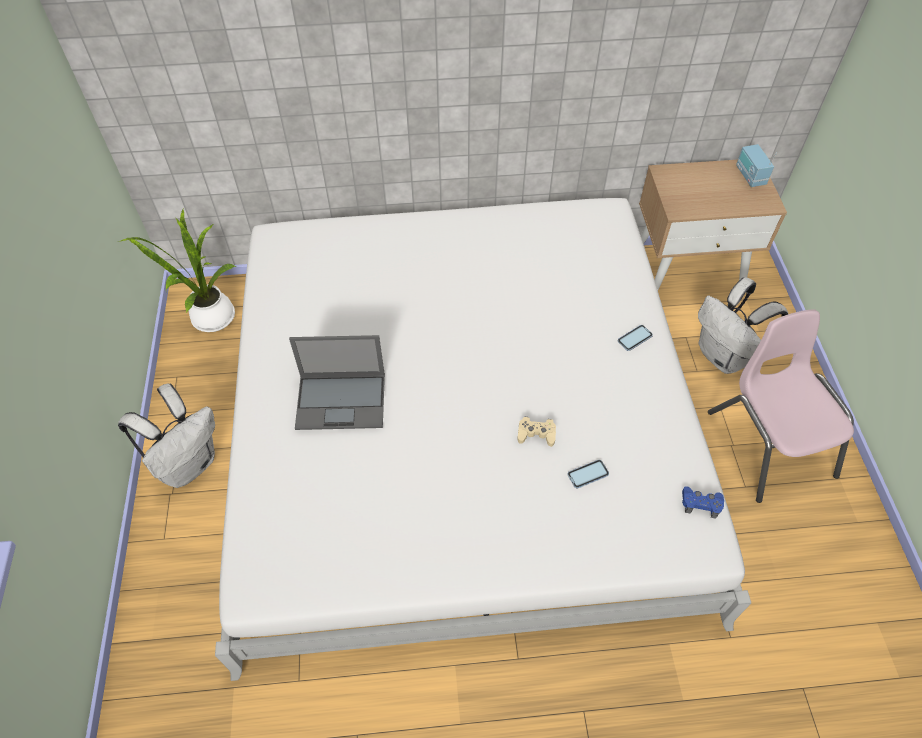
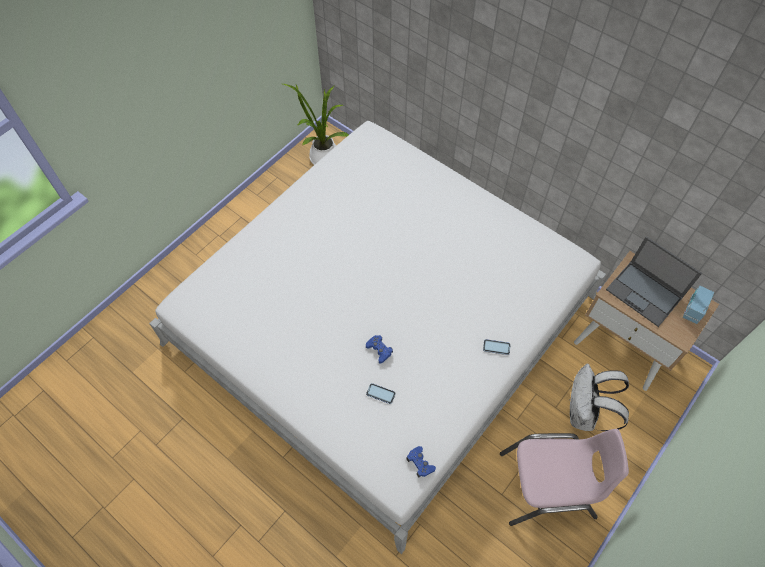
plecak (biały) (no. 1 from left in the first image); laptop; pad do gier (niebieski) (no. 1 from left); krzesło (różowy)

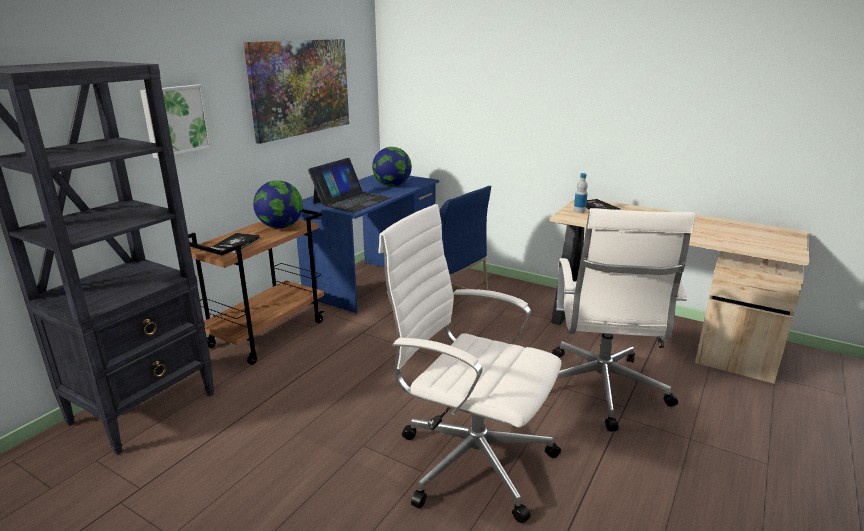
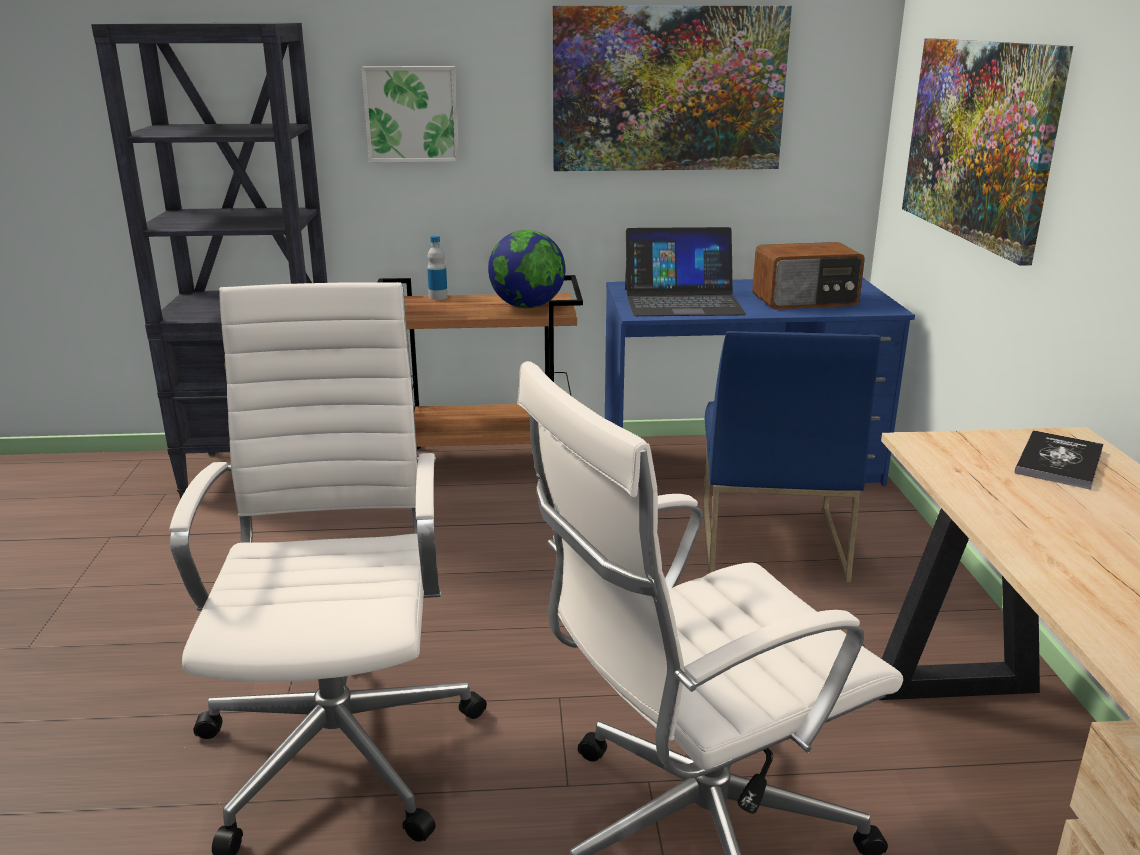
książka (no. 1 from left in the first image); obraz (no. 3 from left); butelka; radio

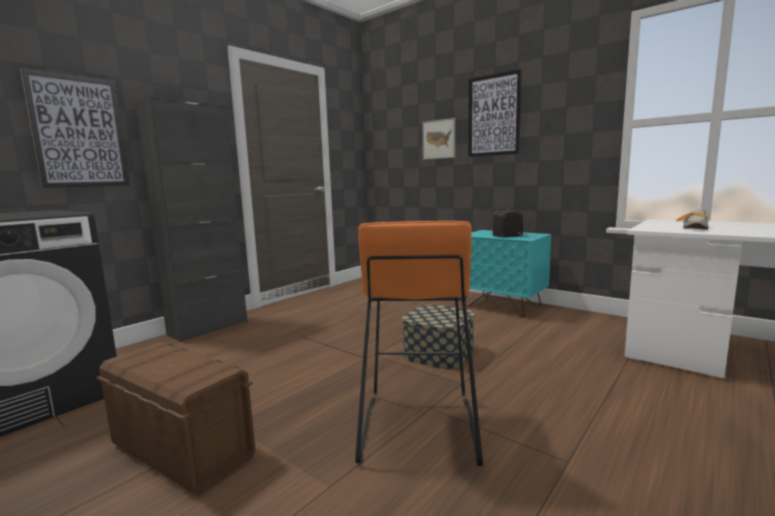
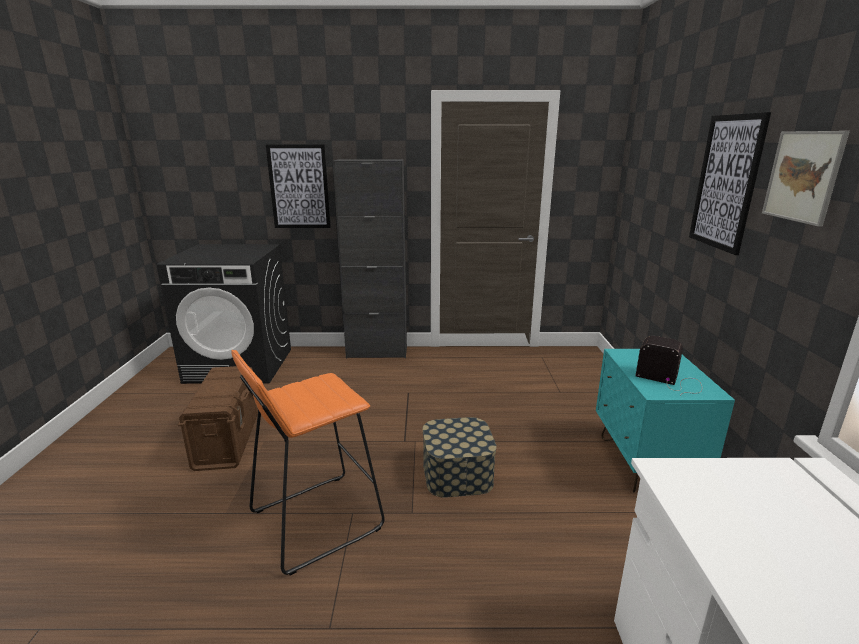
but; obraz (no. 3 from left)

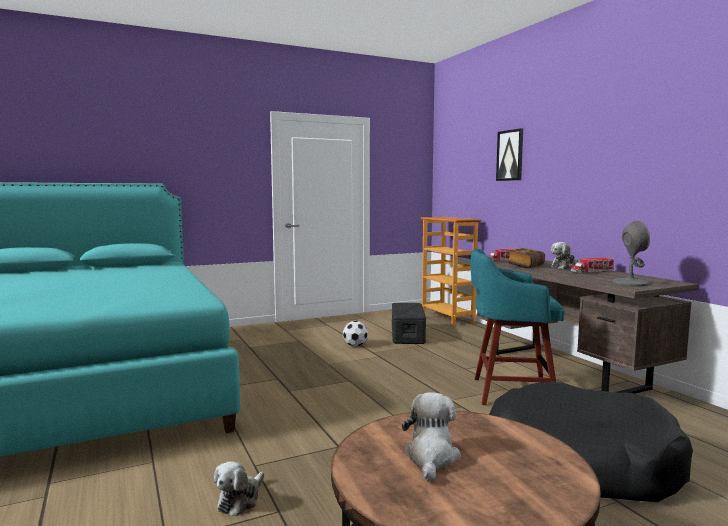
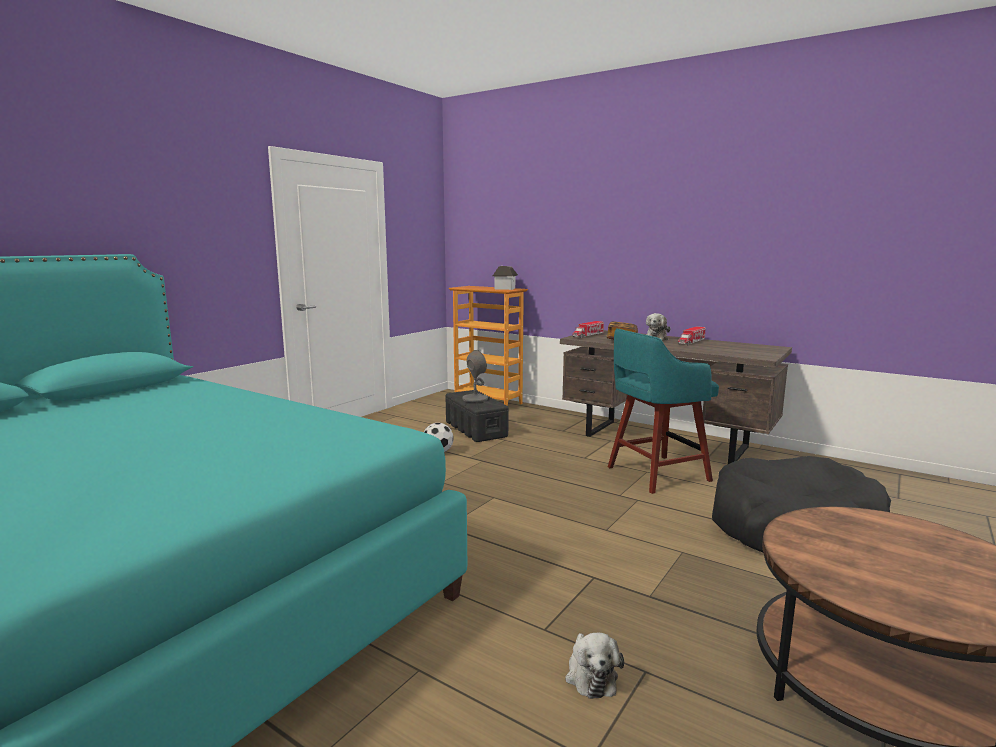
pluszak (no. 2 from left in the first image); obraz; domek; lampa stołowa (szary)

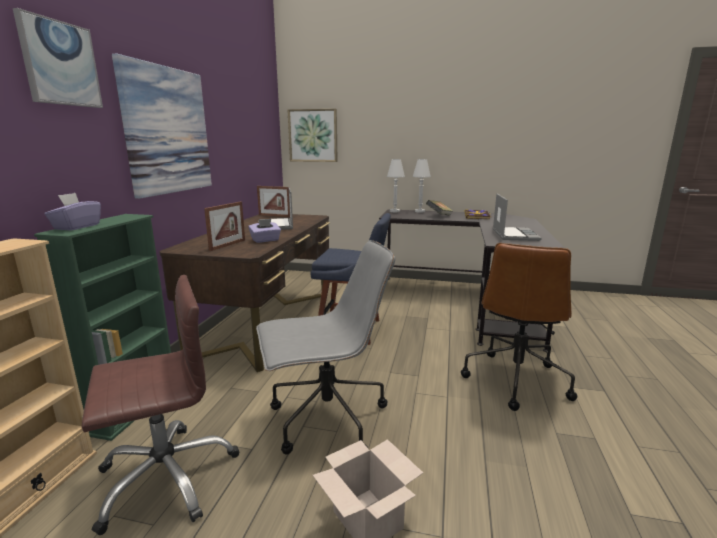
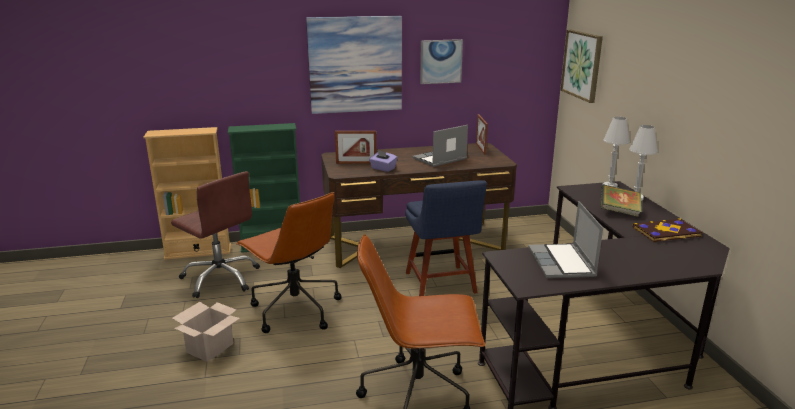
pudełko chusteczek (fioletowy) (no. 1 from left in the first image); obraz (no. 2 from left); krzesło biurowe (brązowy) (no. 2 from left); laptop (no. 2 from left)

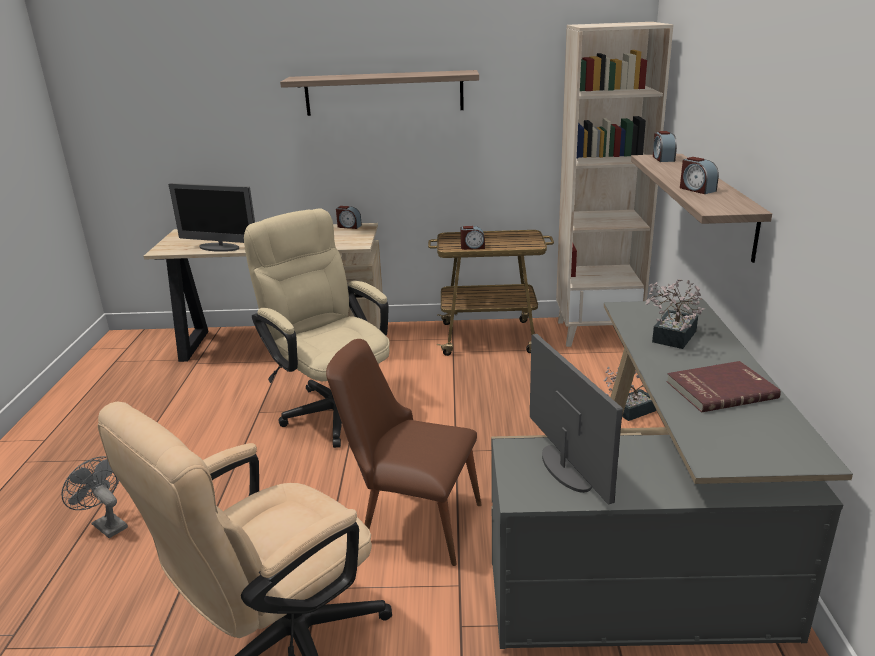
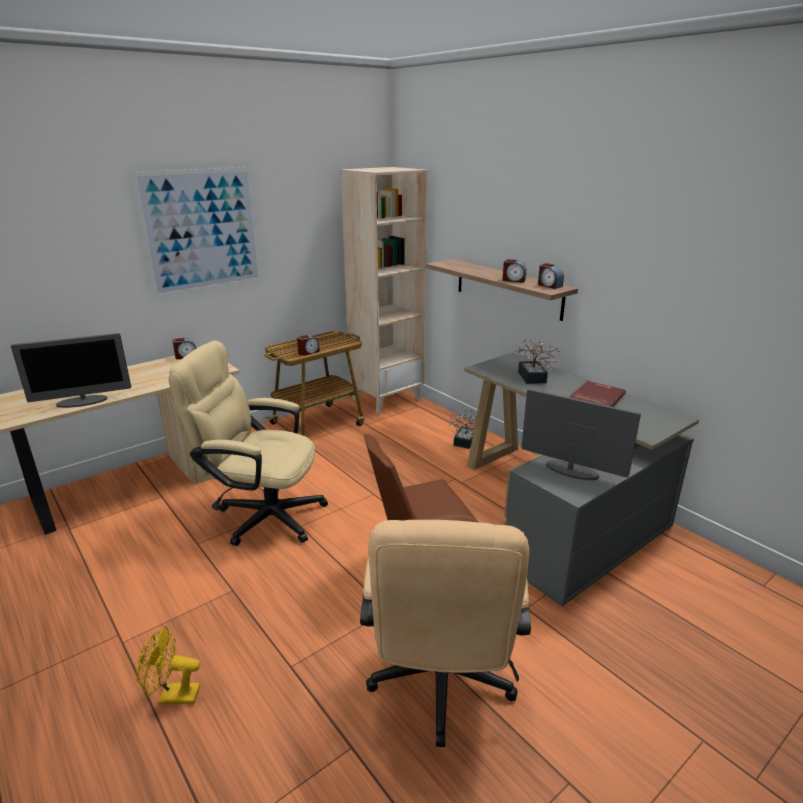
budzik (no. 4 from left); obraz; wentylator (żółty)

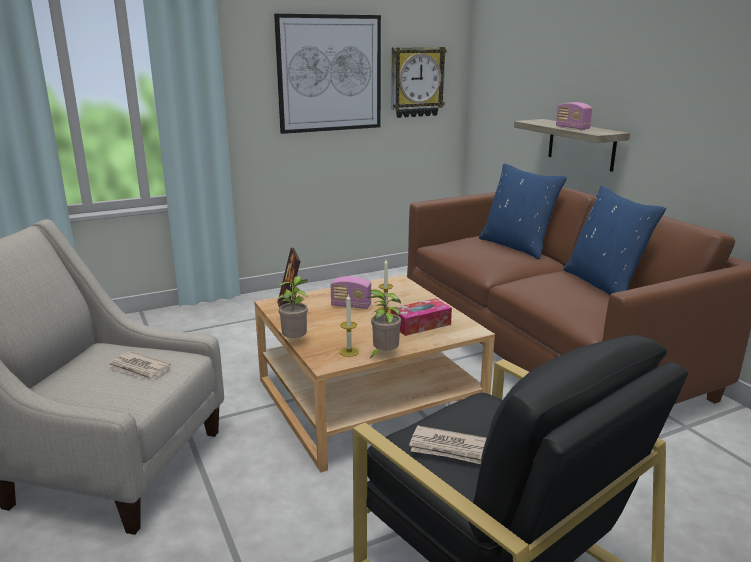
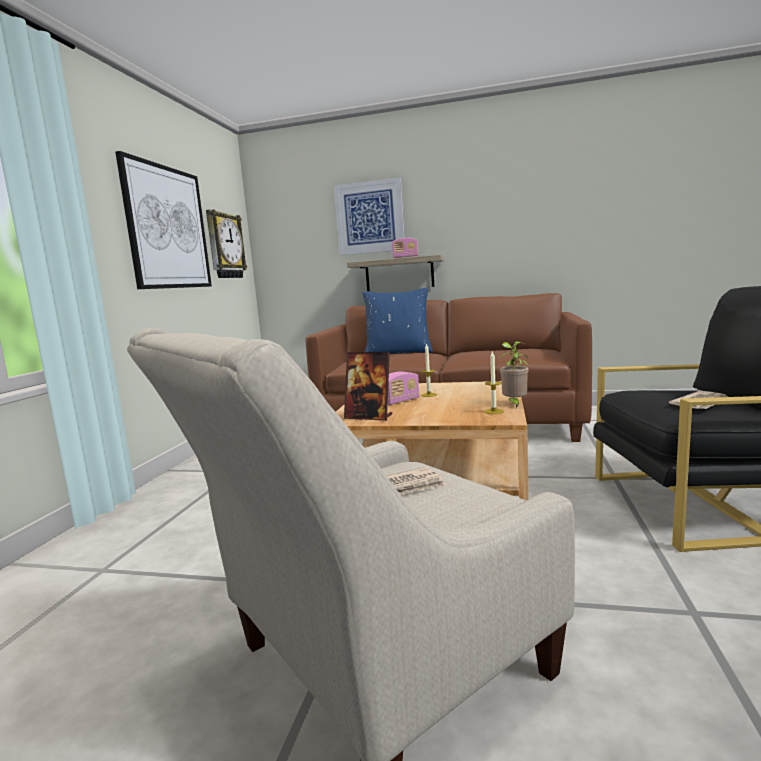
roślina doniczkowa (no. 1 from left in the first image); pudełko chusteczek; poduszka (niebieski) (no. 2 from left in the first image); obraz (no. 2 from left)

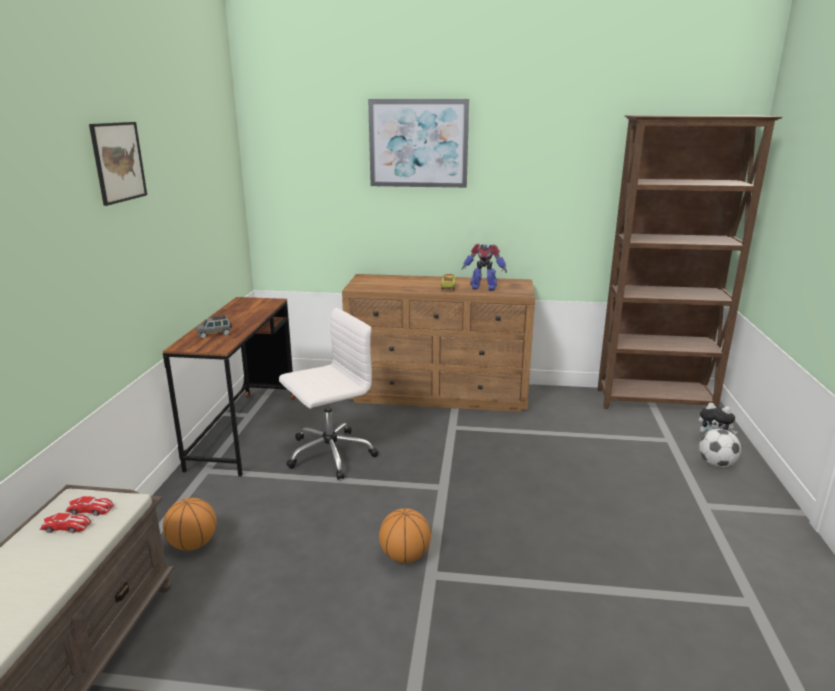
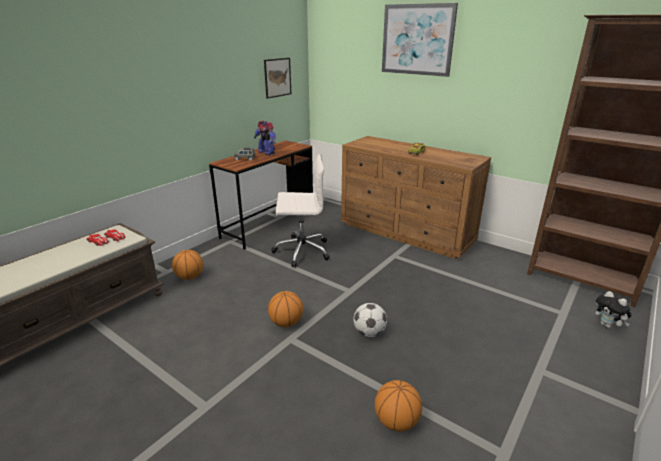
piłka do koszykówki (no. 3 from left); obraz (no. 1 from left); robot zabawkowy; piłka futbolowa

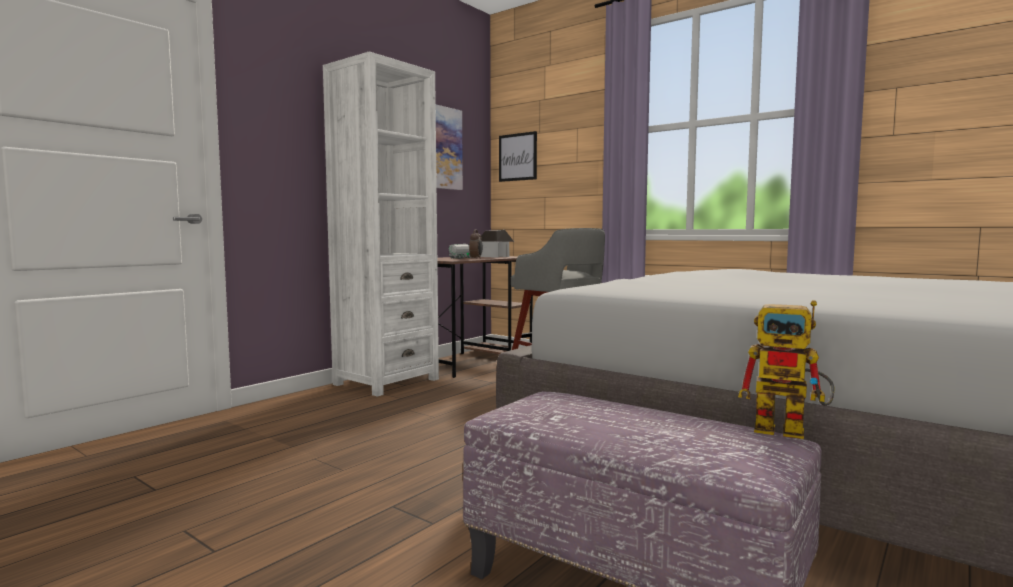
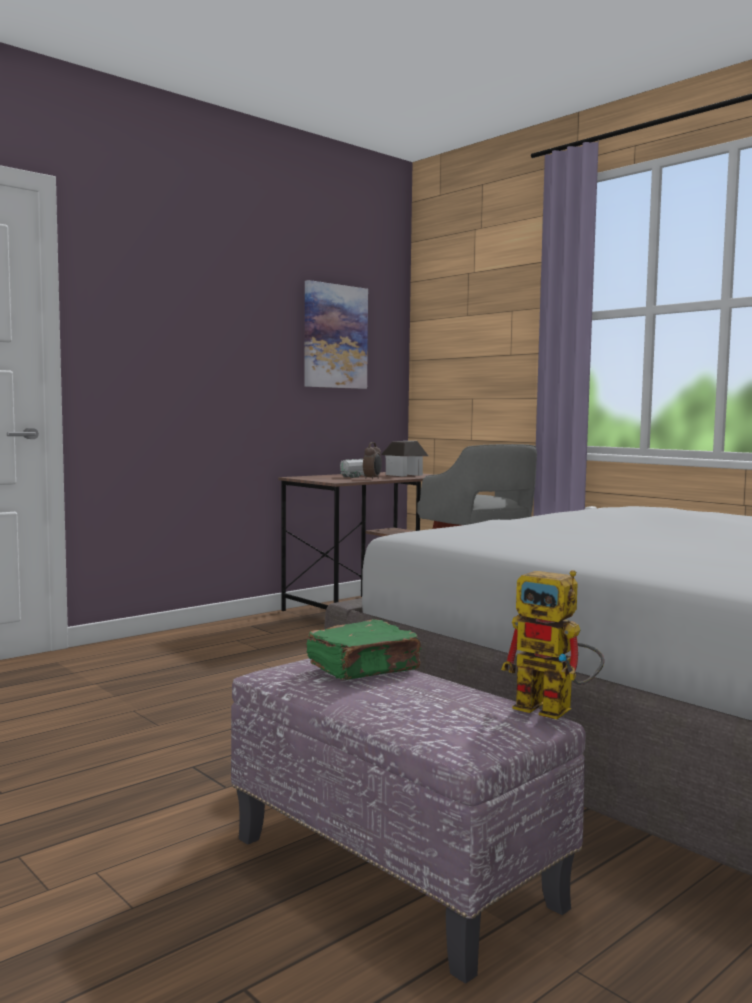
regał (biały); obraz (no. 2 from left in the first image); książka (zielony)

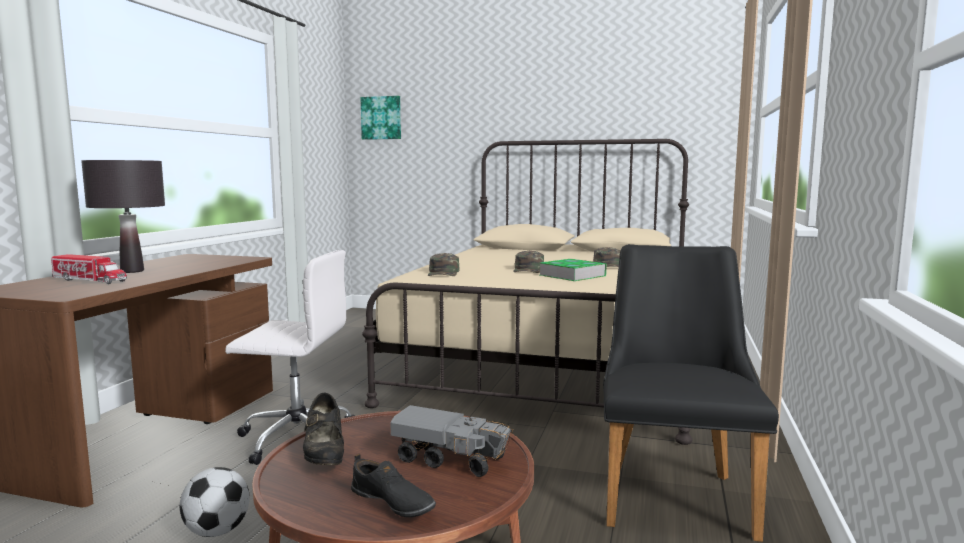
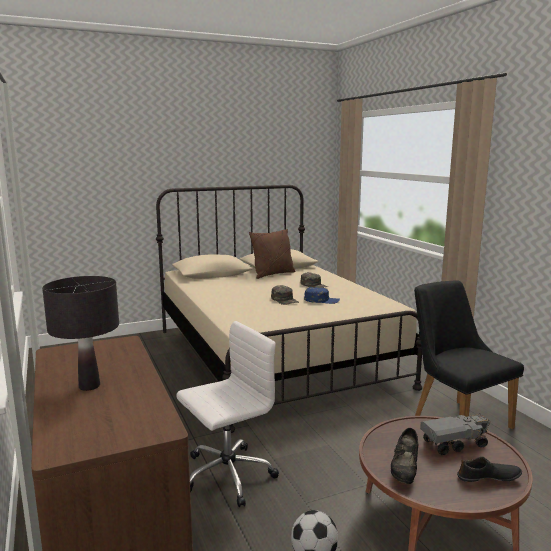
ciężarówka zabawkowa (no. 1 from left in the first image); obraz; czapka z daszkiem (zielony) (no. 1 from left in the first image); poduszka (brązowy); czapka z daszkiem (niebieski); but (czarny) (no. 1 from left)

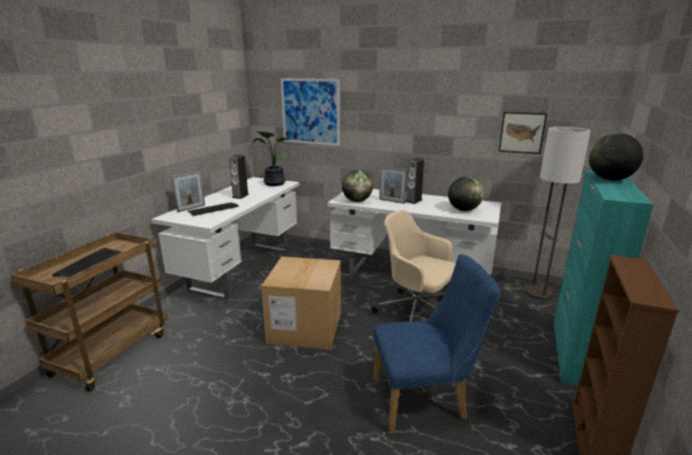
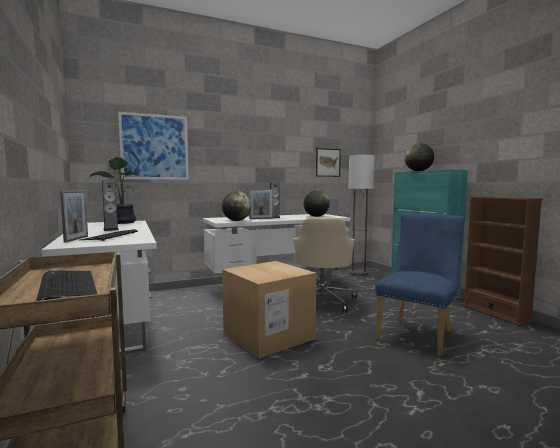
krzesło biurowe (beżowy)

